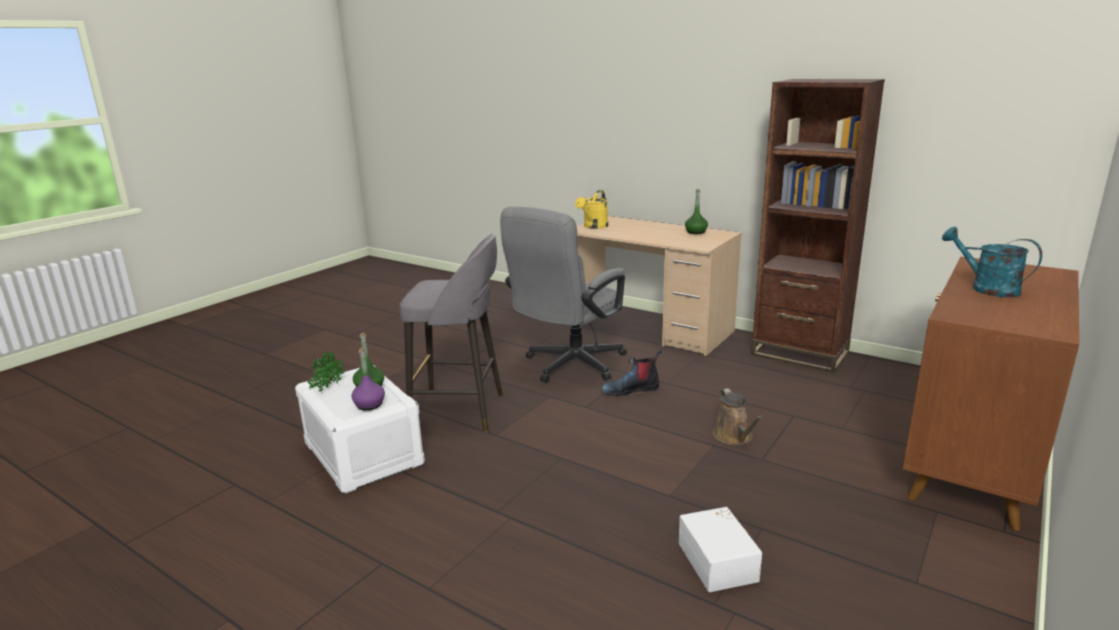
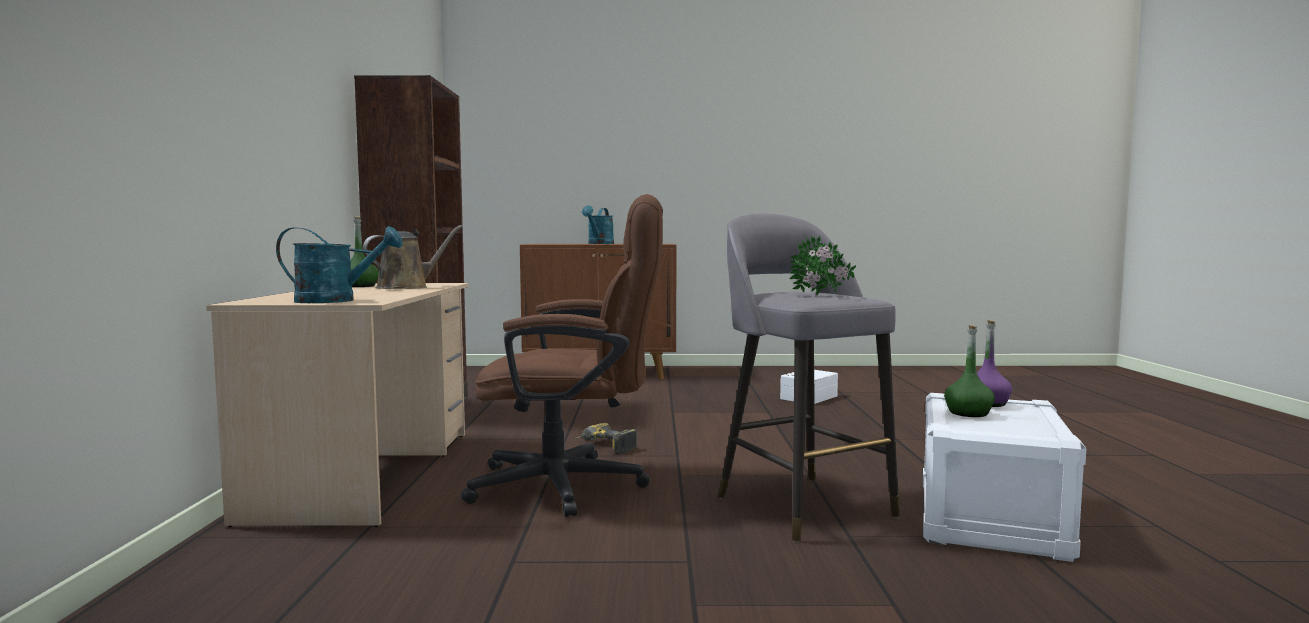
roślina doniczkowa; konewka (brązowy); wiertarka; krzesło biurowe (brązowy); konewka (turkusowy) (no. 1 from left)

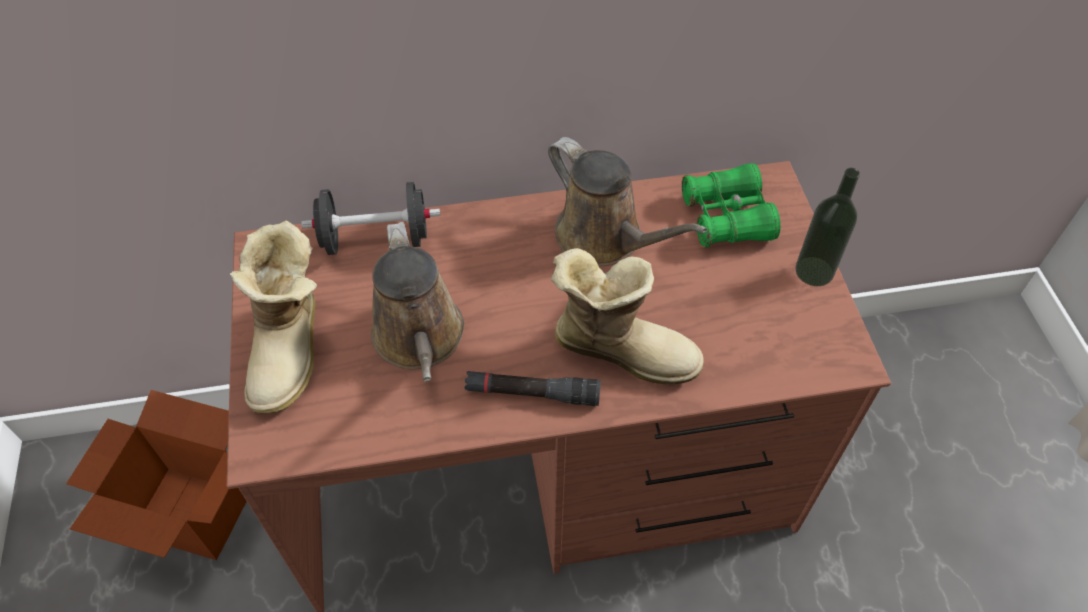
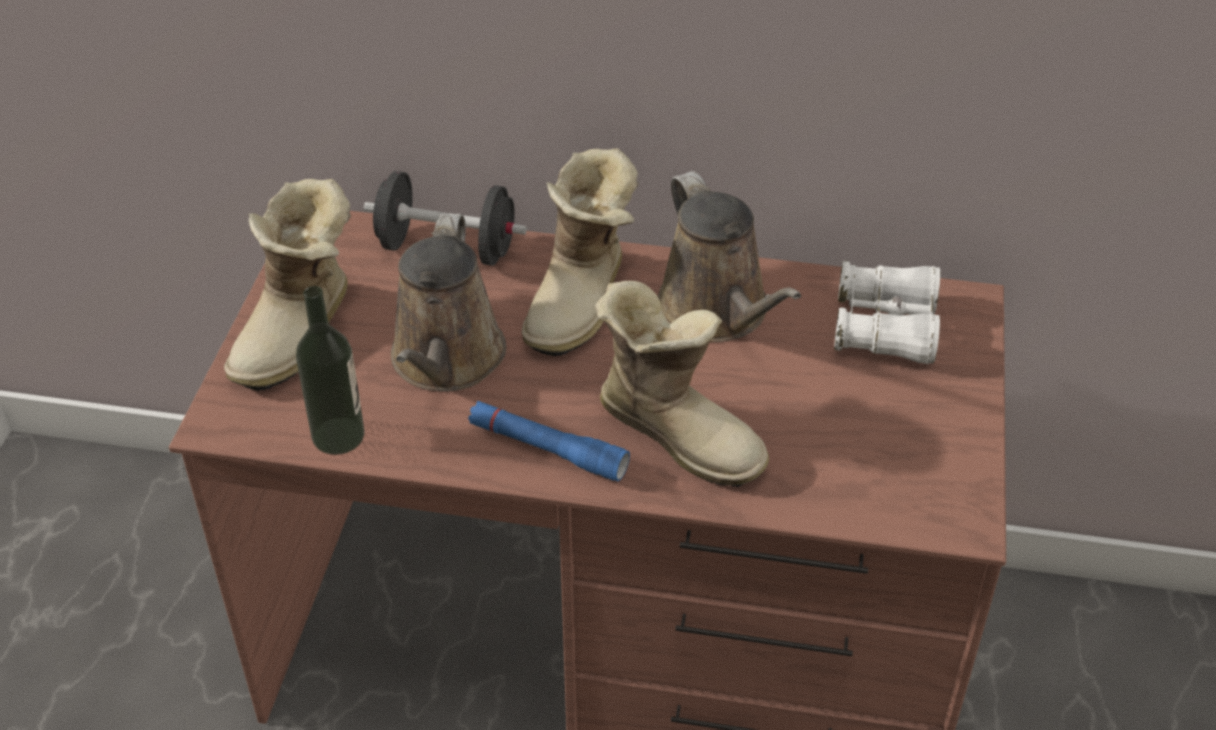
karton; but z cholewką (no. 2 from left); butelka; latarka (niebieski); lornetka (biały)

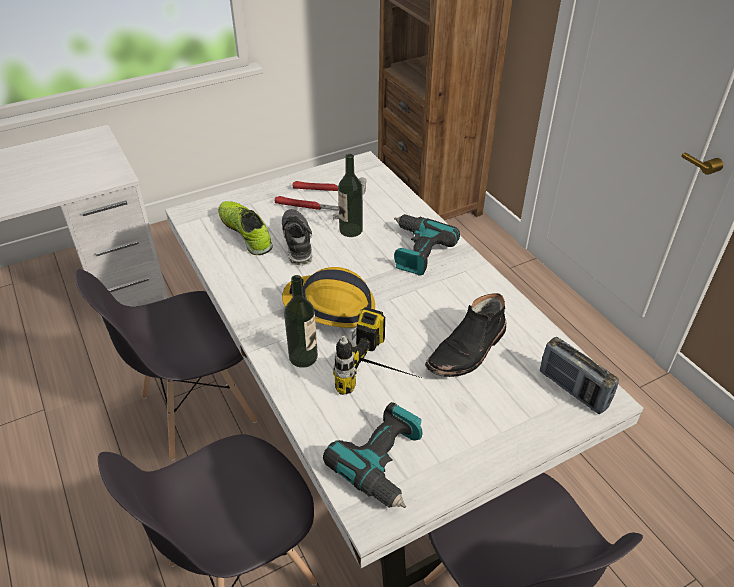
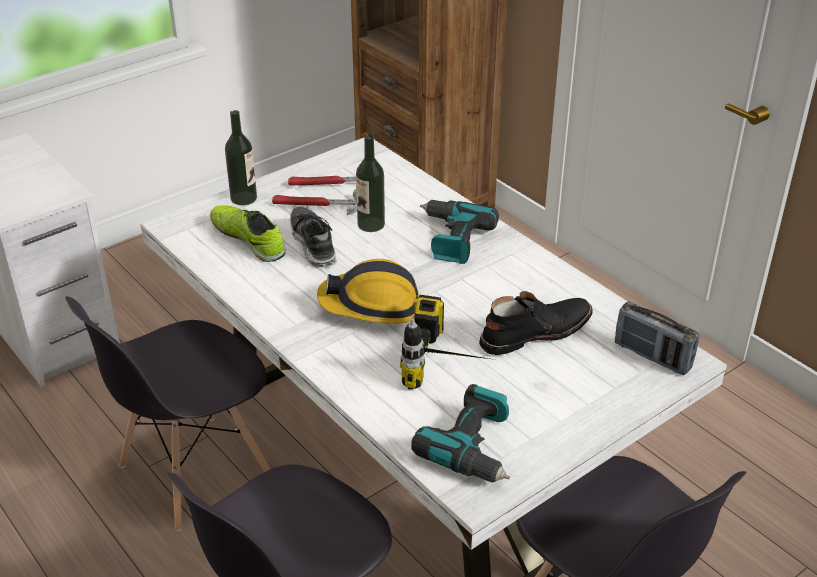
butelka (no. 1 from left); but z cholewką (czarny)

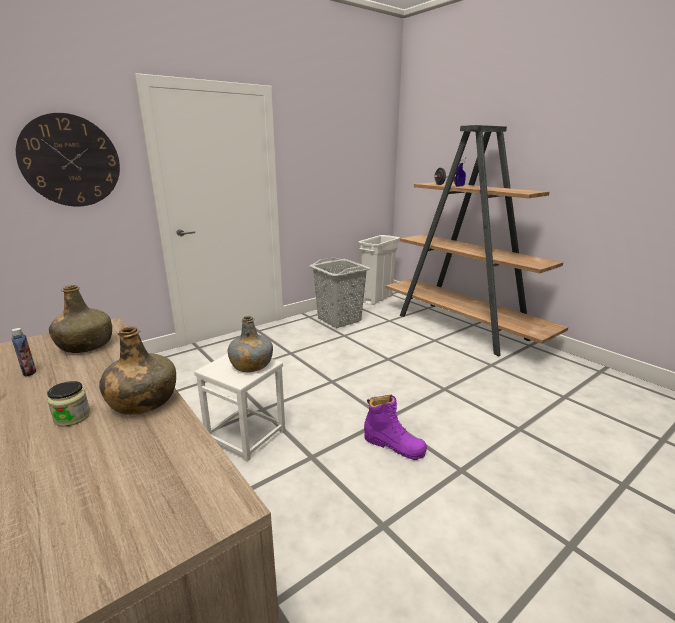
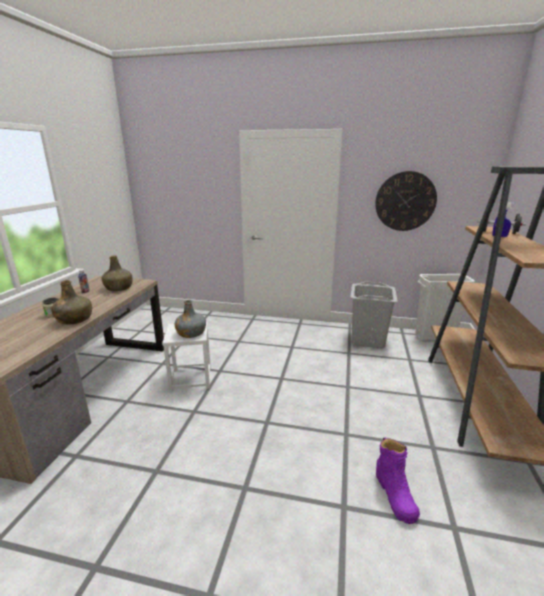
zegar ścienny; but z cholewką (fioletowy)

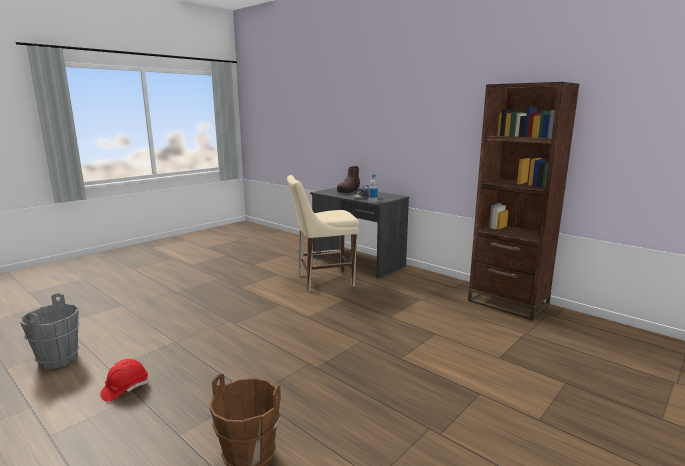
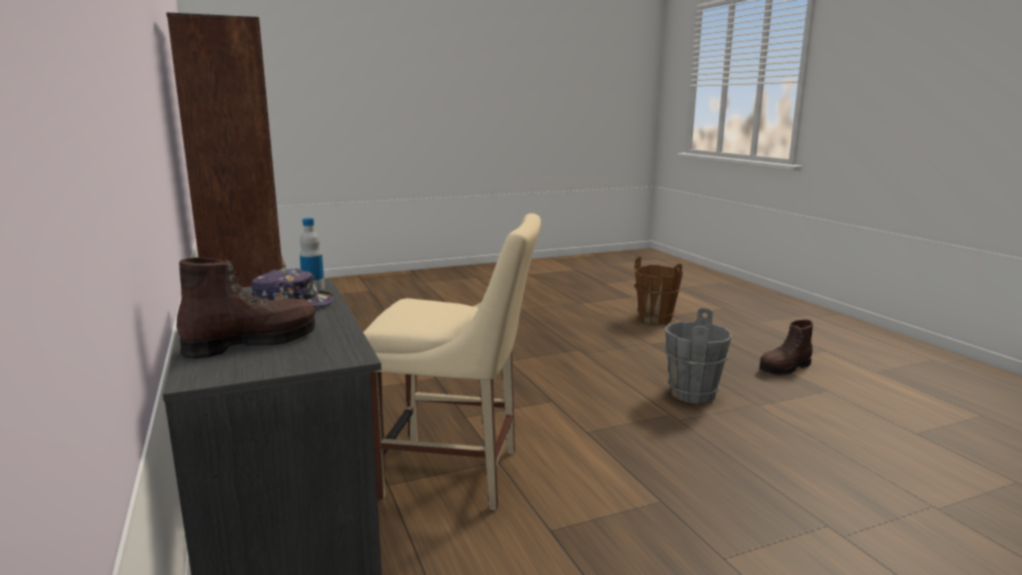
wiadro (szary); but z cholewką (brązowy) (no. 2 from left)

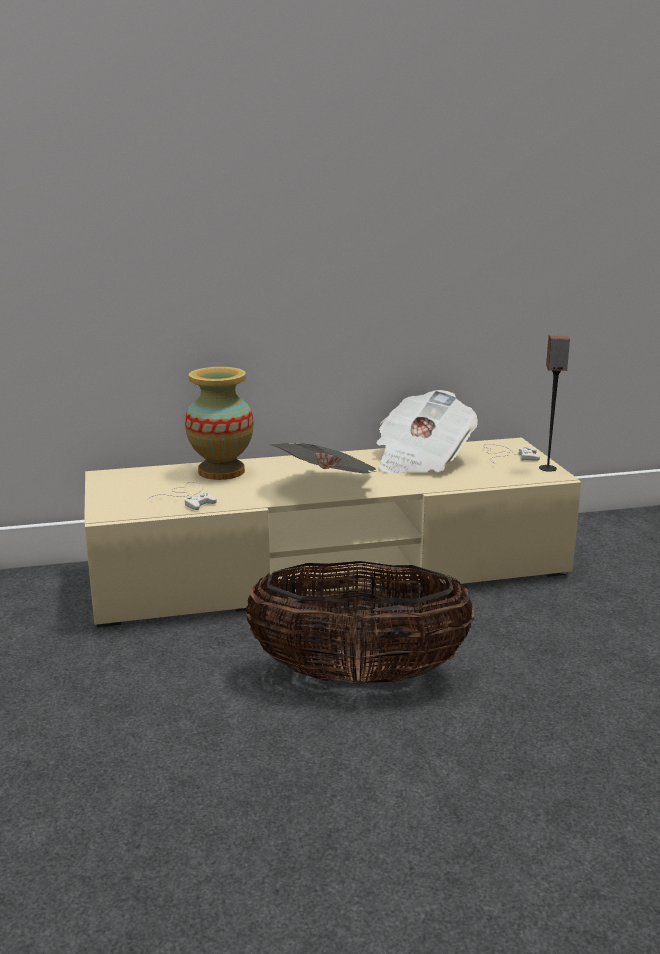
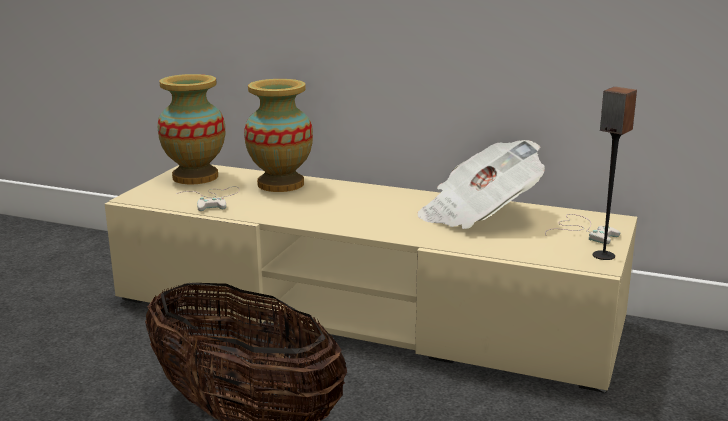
gazeta (no. 1 from left in the first image); wazon (no. 1 from left)

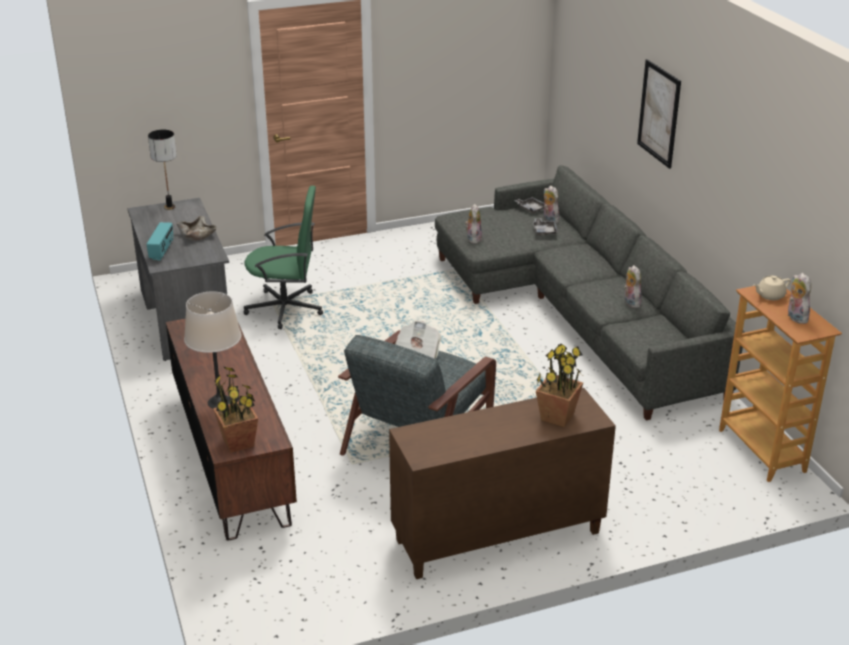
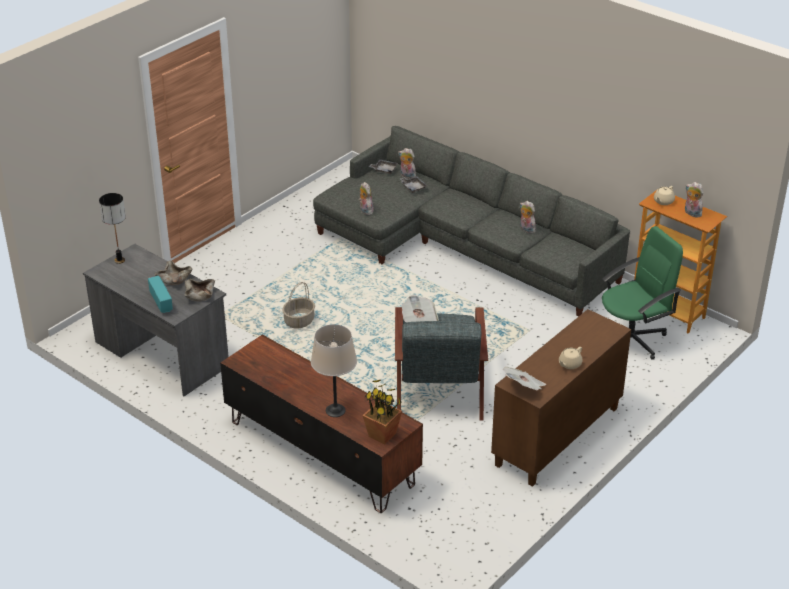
roślina doniczkowa (no. 2 from left in the first image); obraz; miska (beżowy) (no. 2 from left); koszyk; gazeta (no. 2 from left); imbryk (beżowy) (no. 1 from left); krzesło biurowe (zielony)

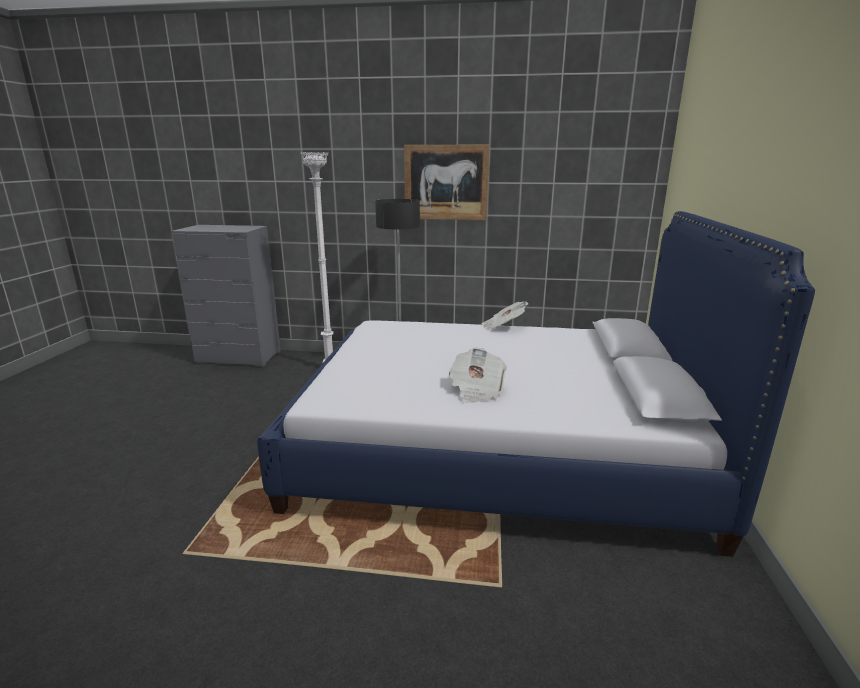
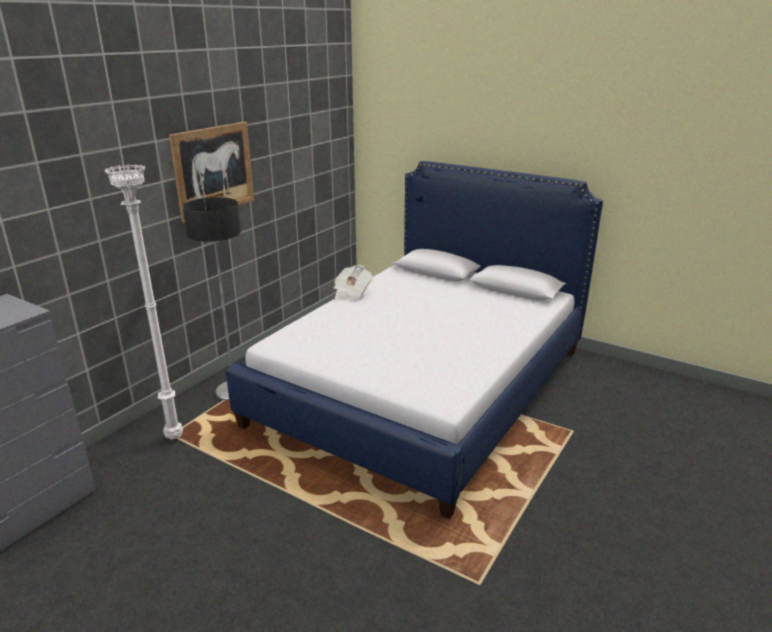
gazeta (no. 1 from left in the first image)

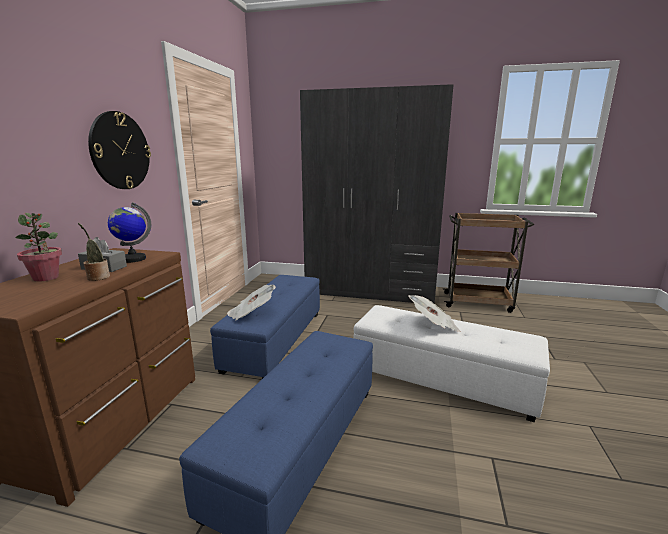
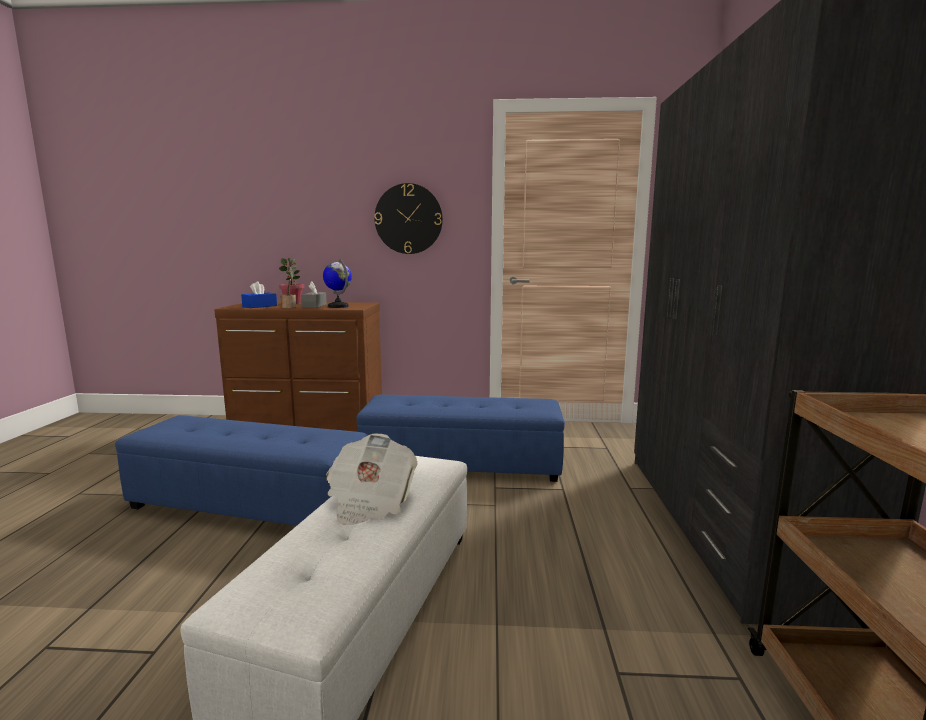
gazeta (no. 1 from left in the first image); pudełko chusteczek (niebieski)

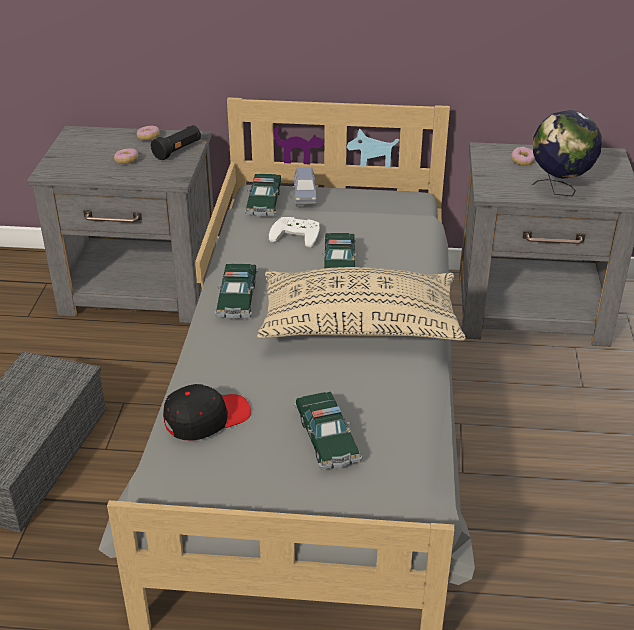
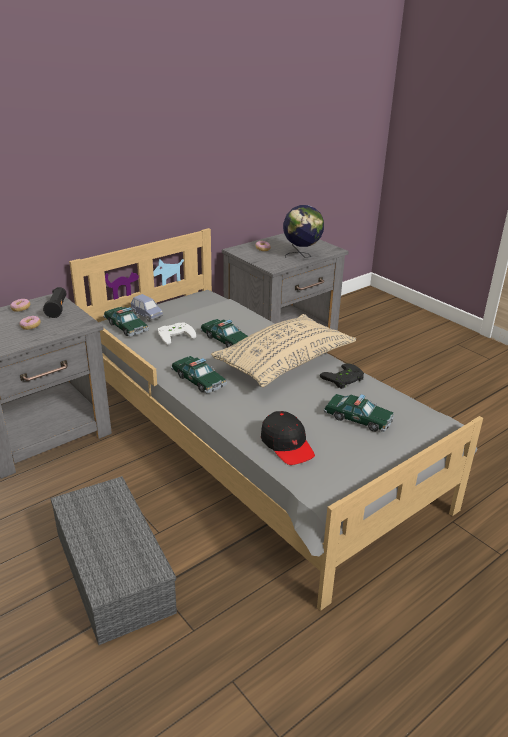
pad do gier (czarny); czapka z daszkiem (czarny)

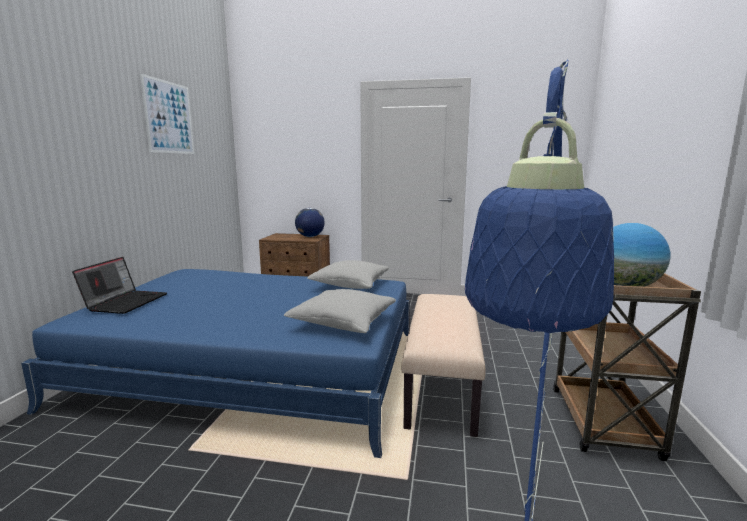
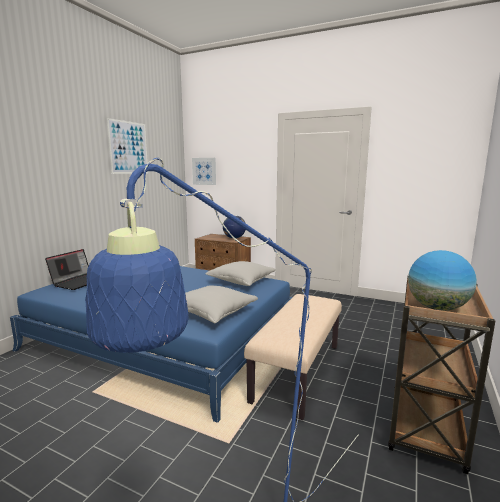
obraz (no. 2 from left)

